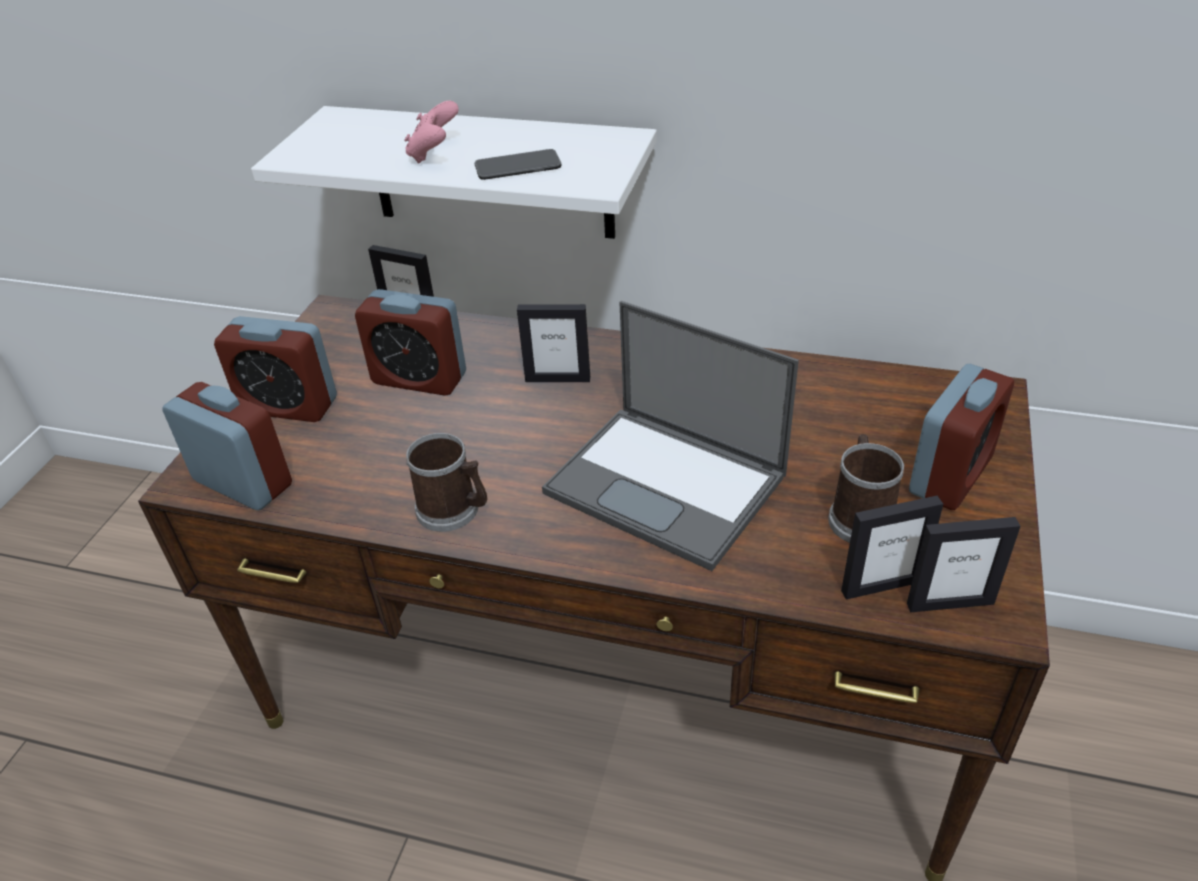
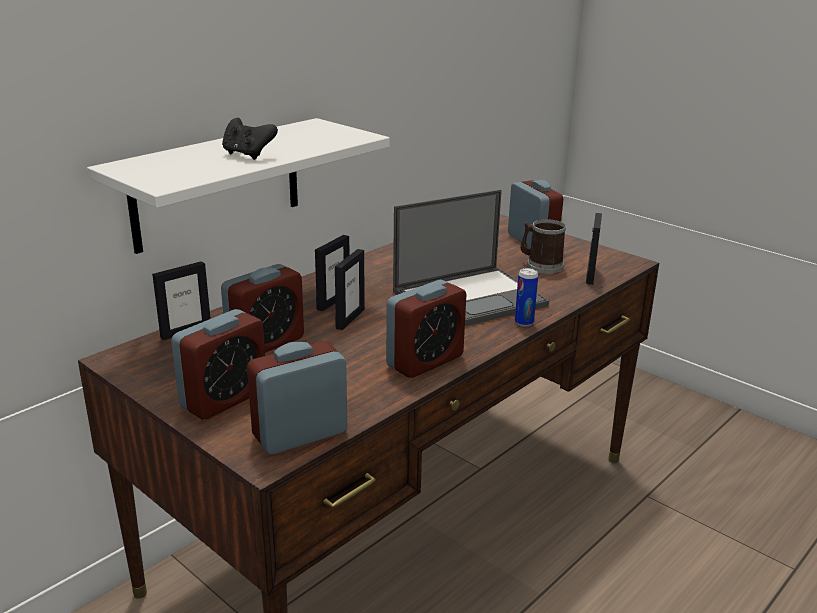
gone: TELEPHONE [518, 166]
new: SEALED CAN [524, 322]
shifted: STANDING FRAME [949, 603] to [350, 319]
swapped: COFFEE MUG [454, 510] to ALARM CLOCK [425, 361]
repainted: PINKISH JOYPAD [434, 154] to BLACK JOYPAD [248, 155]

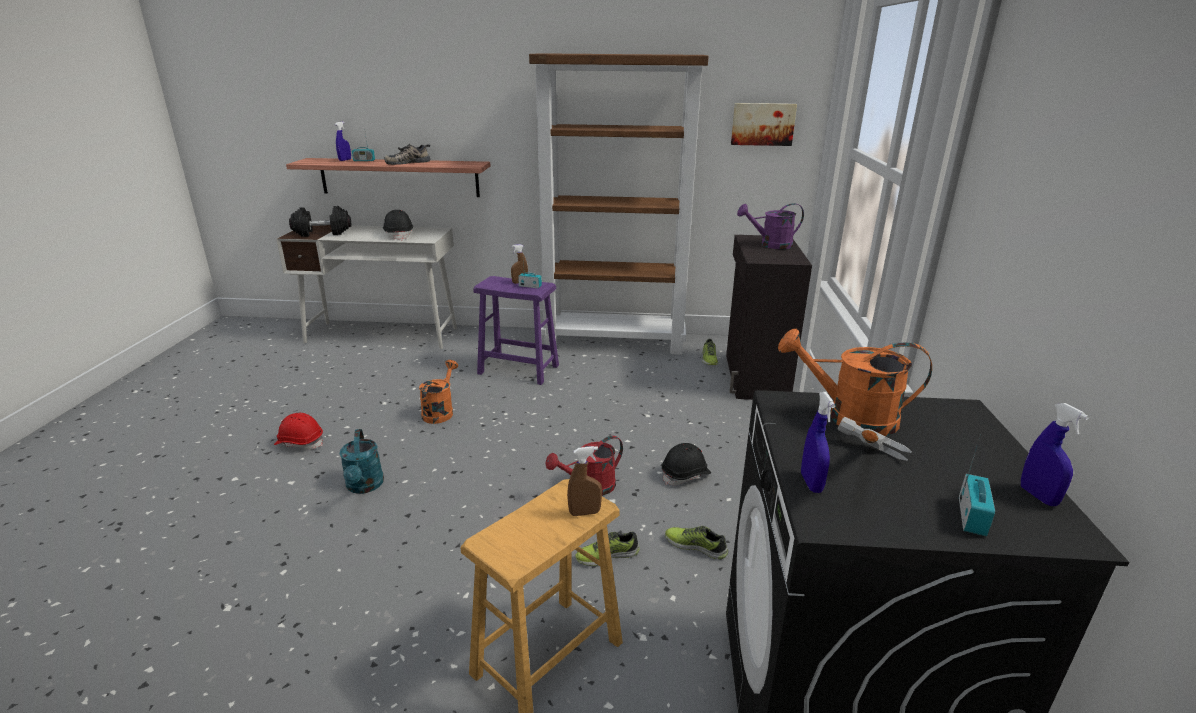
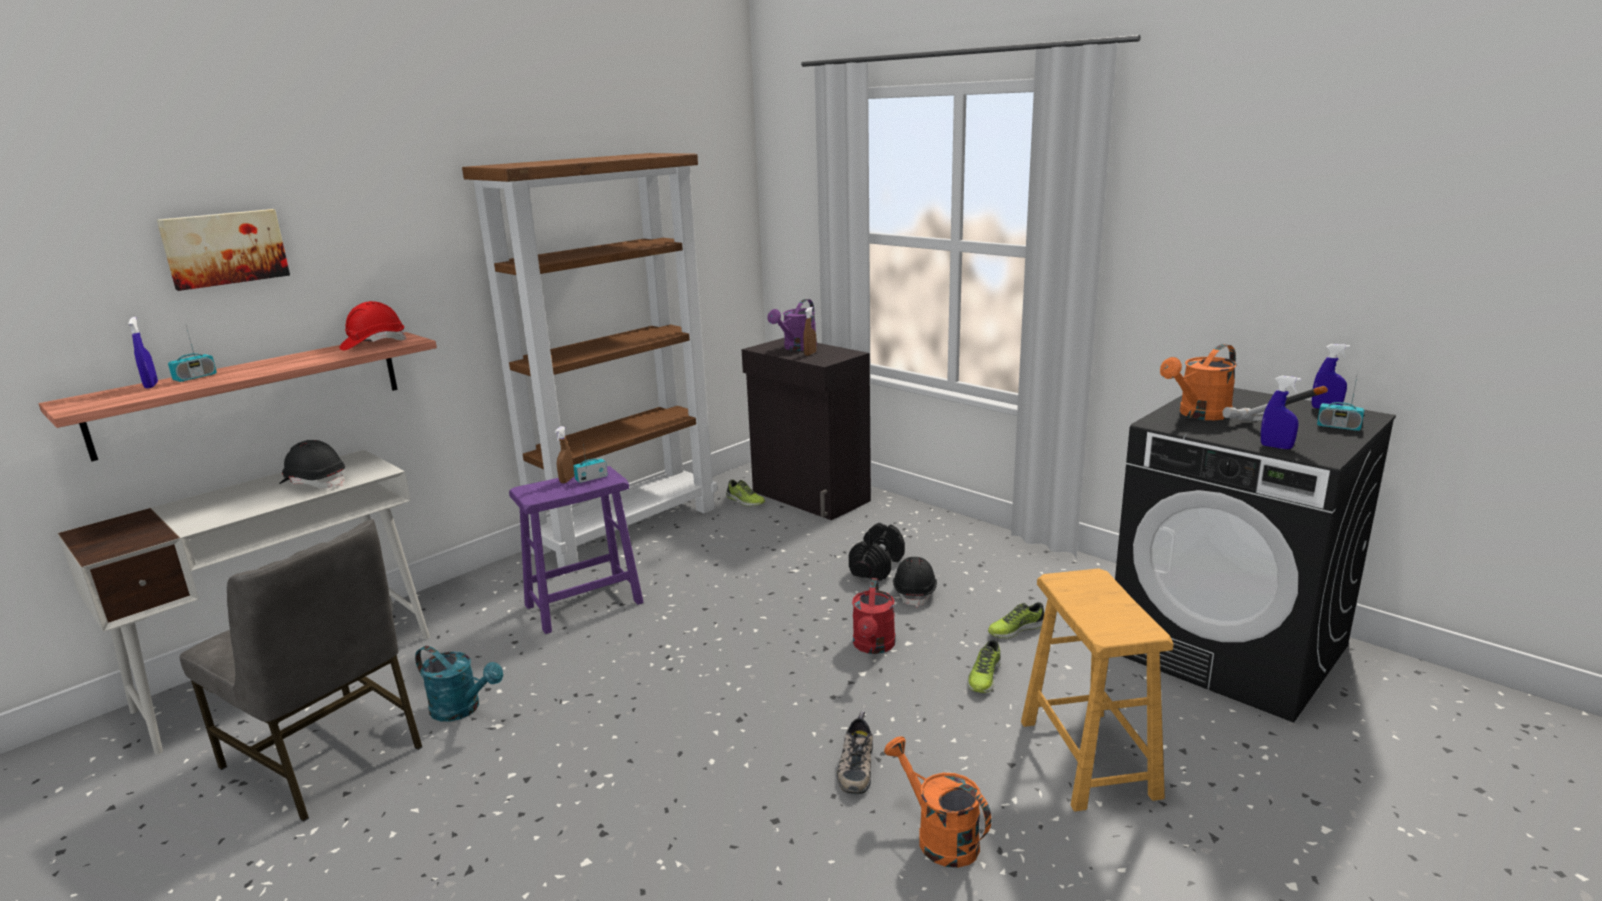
new: GRAY UPRIGHT CHAIR [326, 757]
shifted: REDDISH HARD HAT [300, 442] to [373, 344]; BLACK FREE WEIGHT [322, 233] to [877, 566]; TURQUOISE-COLOURED SPRINKLING CAN [364, 487] to [462, 709]; ITEM OF FOOTWEAR [408, 162] to [855, 765]; ORANGE-COLOURED SPRINKLING CAN [440, 411] to [939, 836]; BROWN HAND SPRAYER [584, 513] to [810, 354]; WALL PICTURE [762, 124] to [224, 248]
rotated: RADIO RECEIVER [972, 517] = [1338, 427] 150 degrees clockwise

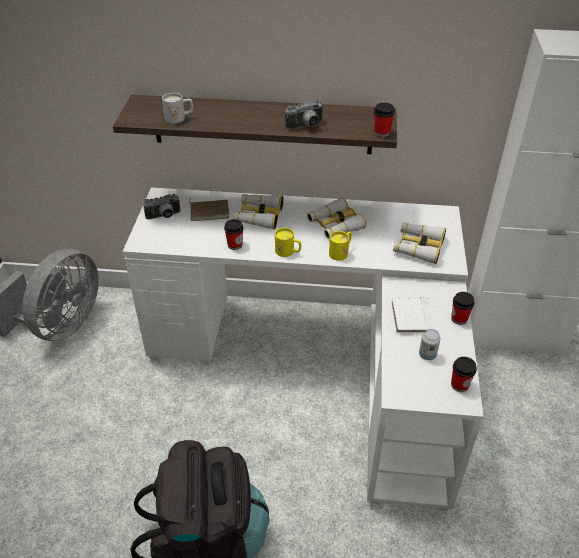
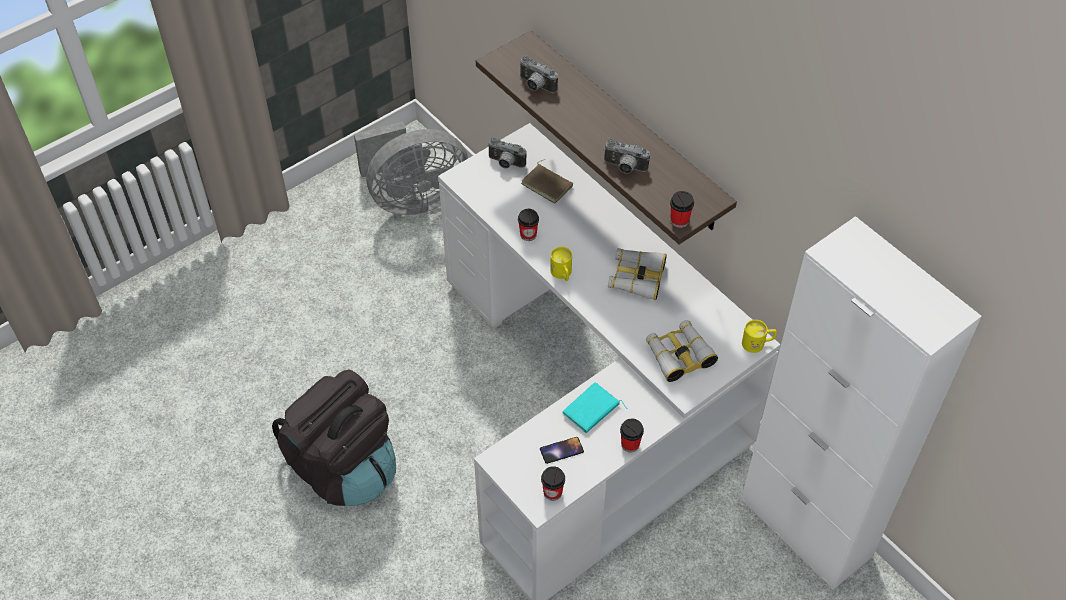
gone: FIELD GLASSES [259, 216]
shifted: YELLOW COFFEE MUG [341, 252] to [758, 343]
swapped: WHITE-COLOURED COFFEE MUG [179, 118] to STILL CAMERA [535, 86]; SEALED CAN [427, 355] to TELEPHONE [561, 450]
repainted: WHITE-COLOURED BOUND BOOK [410, 317] to TURQUOISE-COLOURED BOUND BOOK [592, 410]

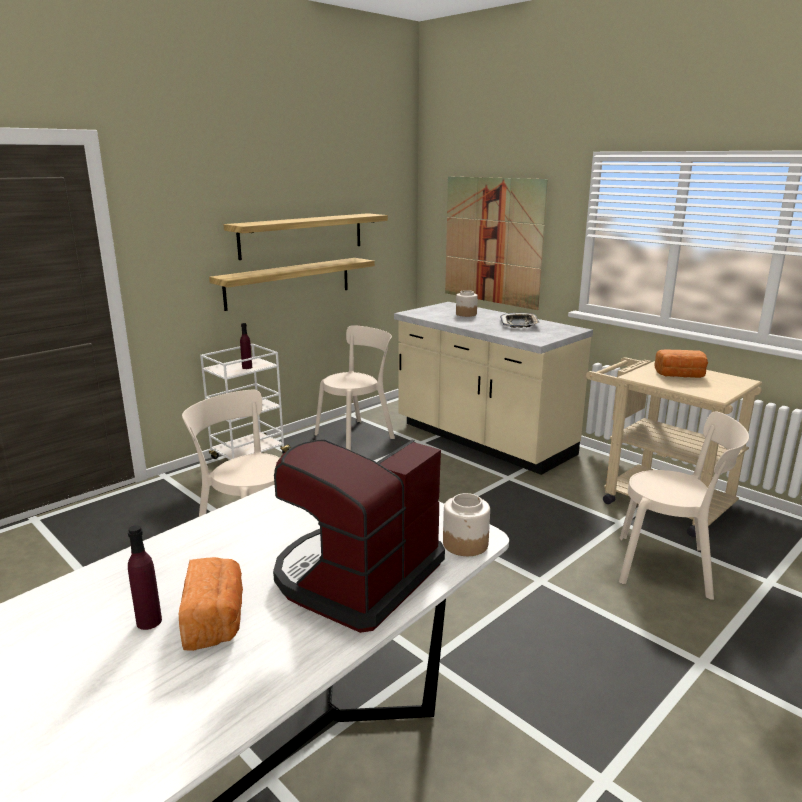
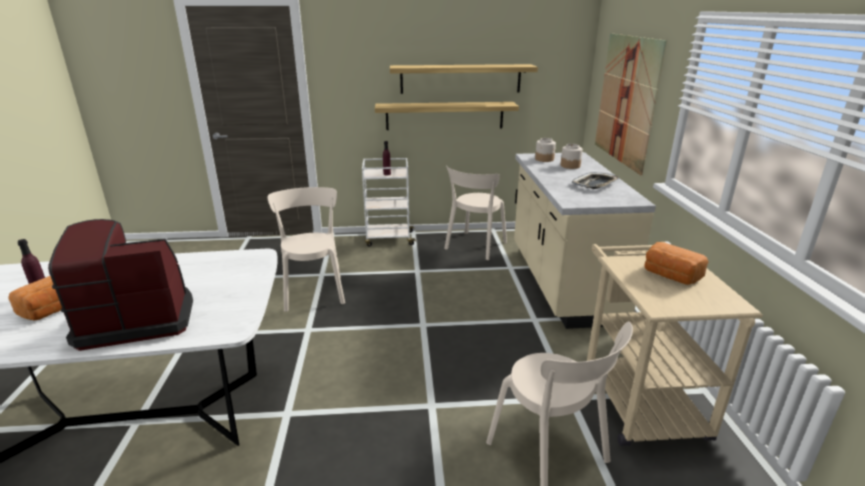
shifted: PRESERVE JAR [466, 544] to [544, 159]
rotated: BEIGE UPRIGHT CHAIR [357, 435] = [474, 247] 120 degrees clockwise

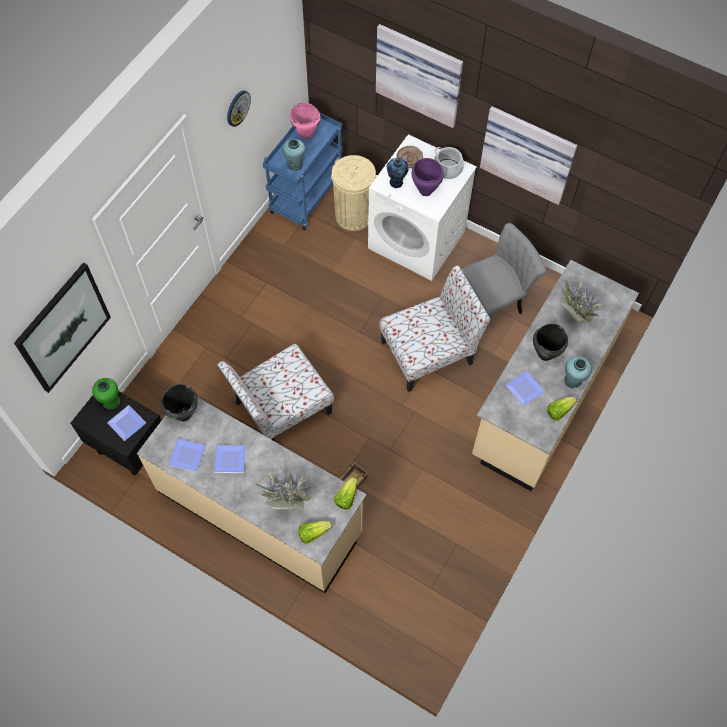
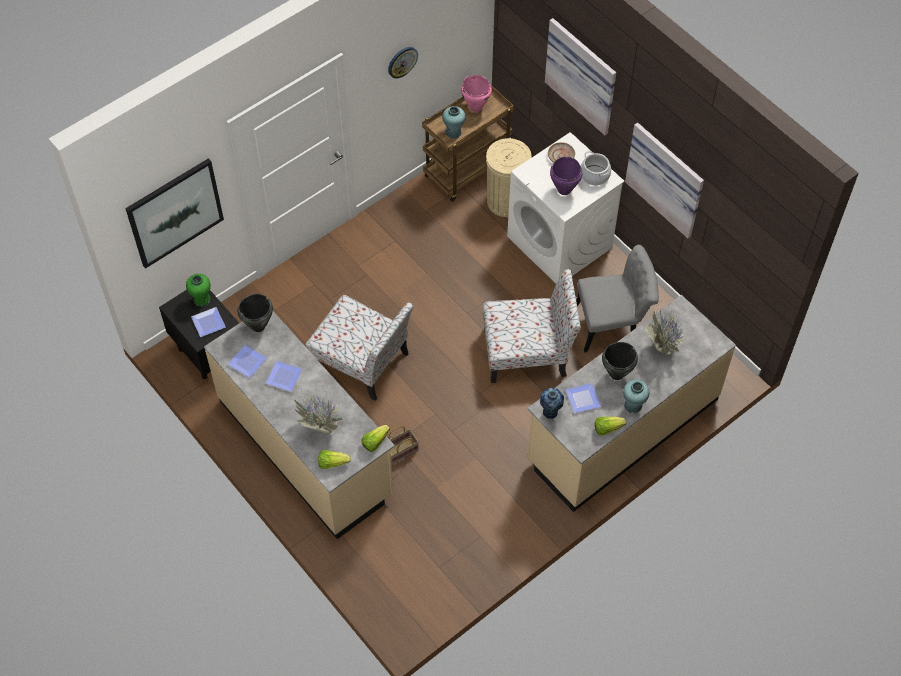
shifted: VASE [396, 183] to [550, 413]
repainted: BLUISH CART [306, 195] to BROWN CART [467, 169]
rotated: UPRIGHT CHAIR [281, 409] = [362, 361] 135 degrees counterclockwise

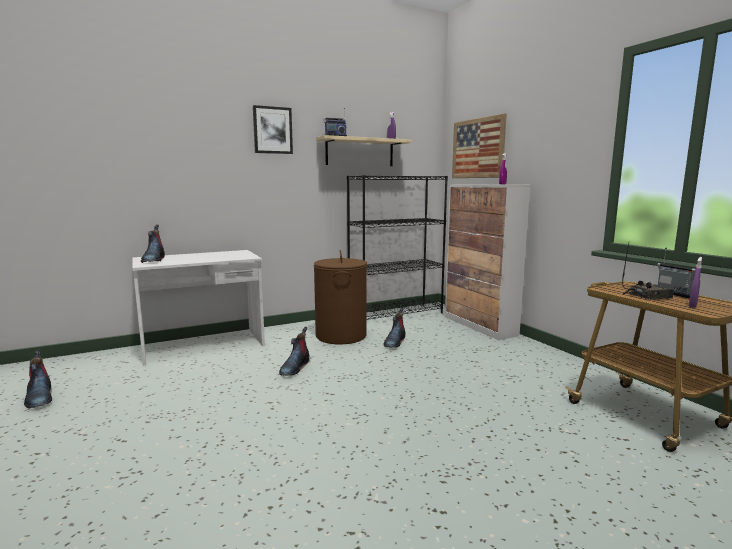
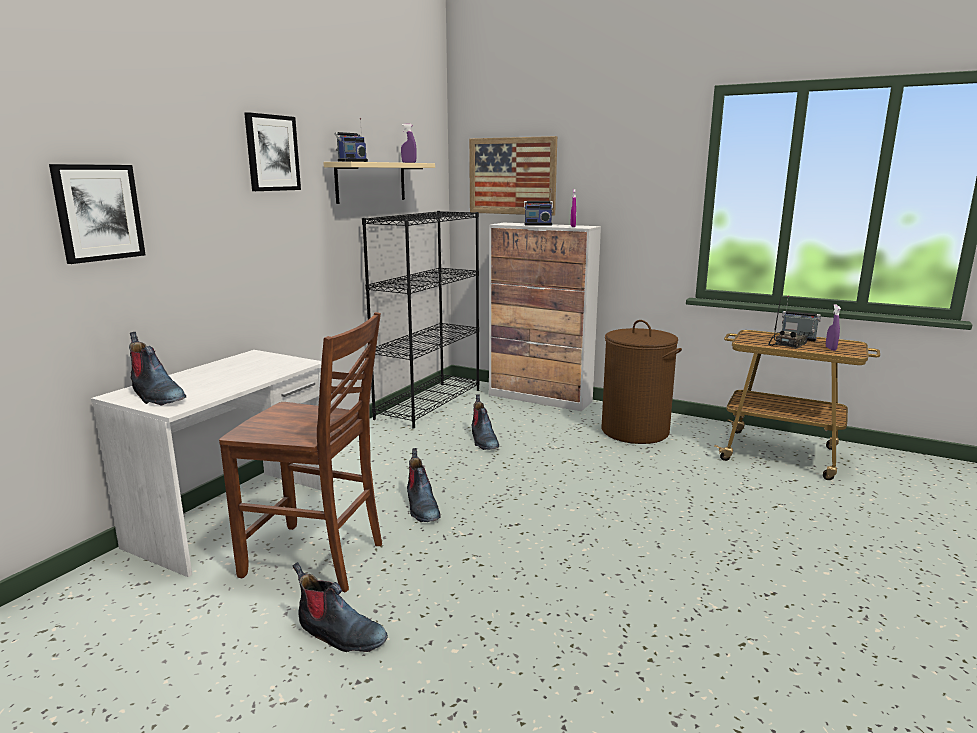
new: WALL PICTURE [98, 212]; BROWN UPRIGHT CHAIR [316, 559]; RADIO RECEIVER [538, 224]
shifted: HIGH-TOP BOOT [39, 397] to [339, 634]; BROWN HAMPER [341, 336] to [635, 431]

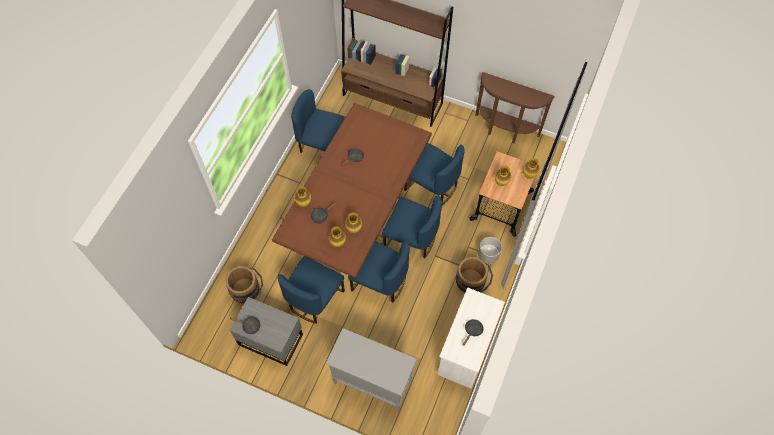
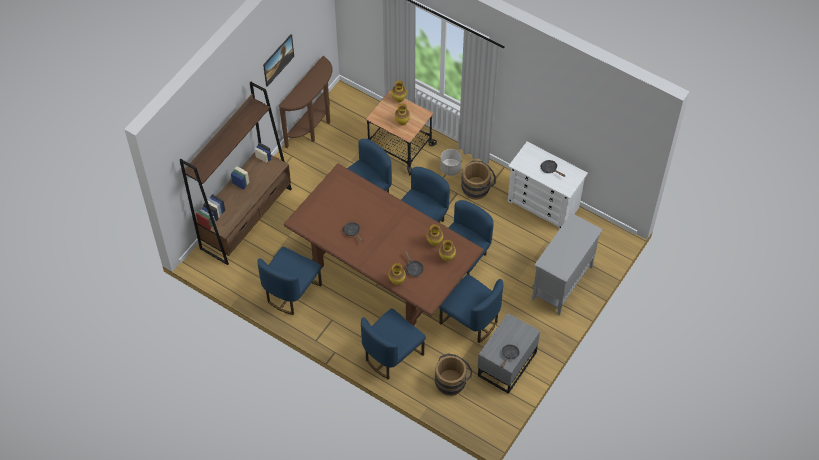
new: WALL PICTURE [279, 65]; BLUISH UPRIGHT CHAIR [392, 355]

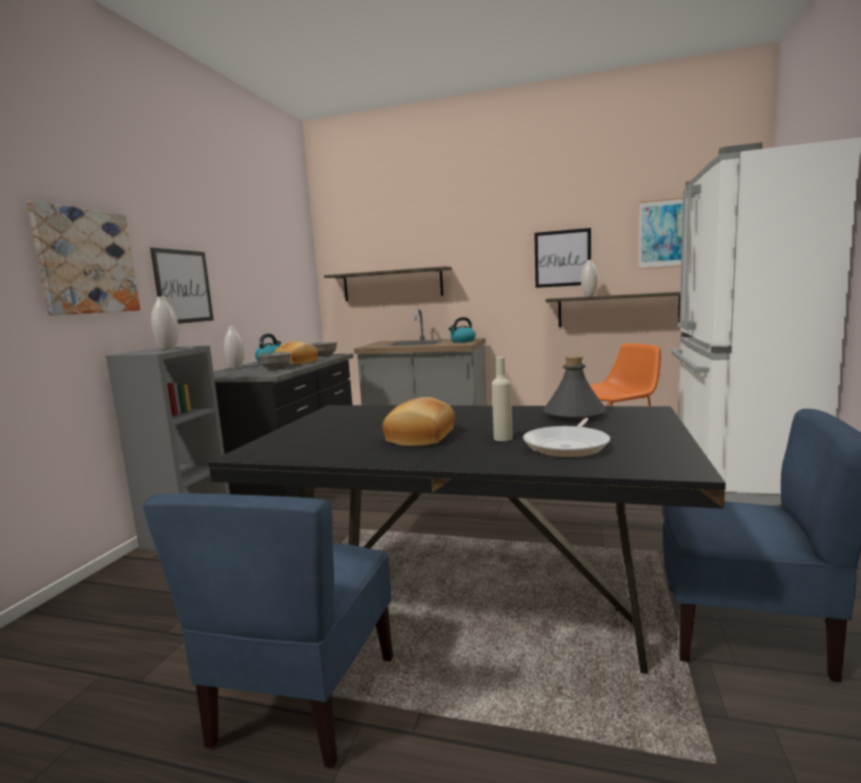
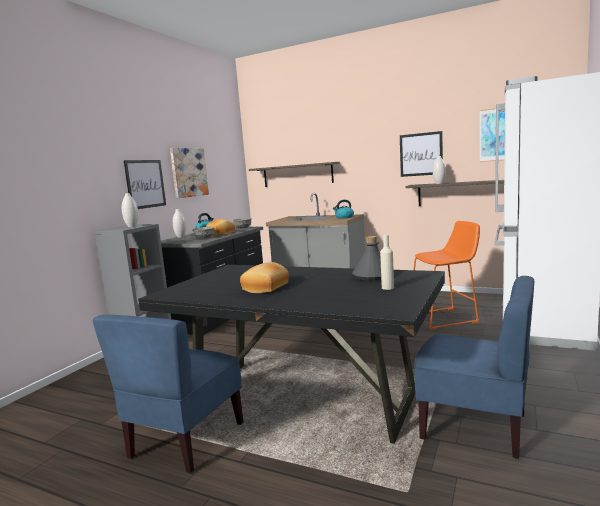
gone: SKILLET [568, 446]
shifted: WALL PICTURE [86, 261] to [188, 172]; BEIGE DRINK BOTTLE [503, 438] to [387, 288]

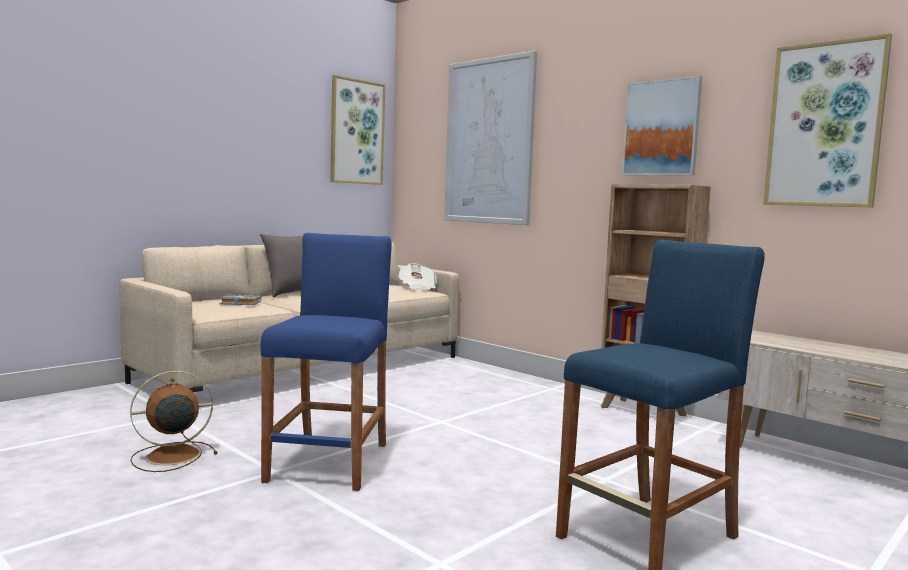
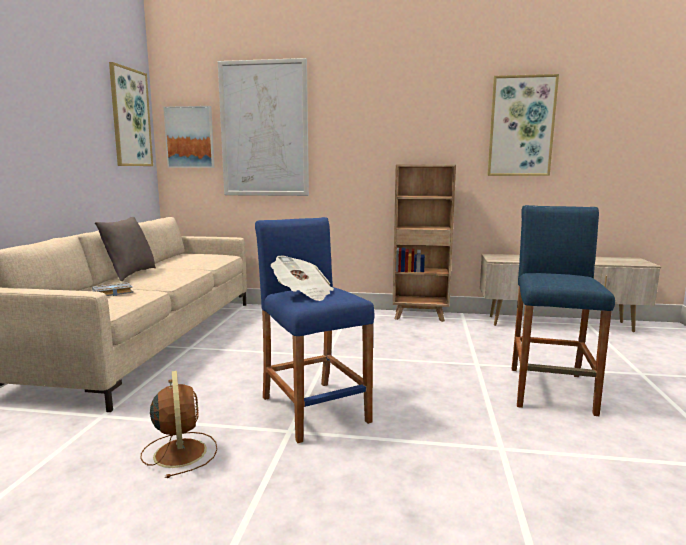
shifted: NEWSPAPER [417, 288] to [303, 294]; WALL PICTURE [661, 128] to [190, 137]
rotated: BROWN ELECTRIC FAN [170, 456] = [180, 452] 135 degrees clockwise

